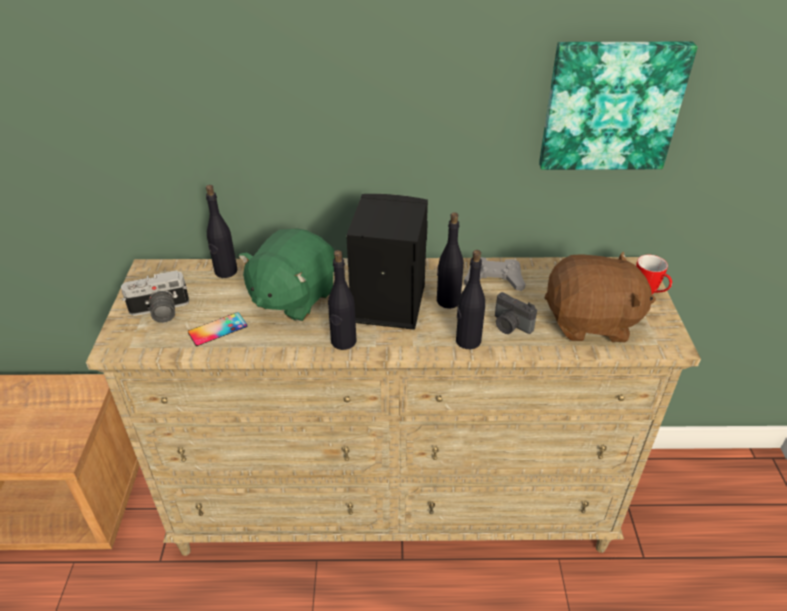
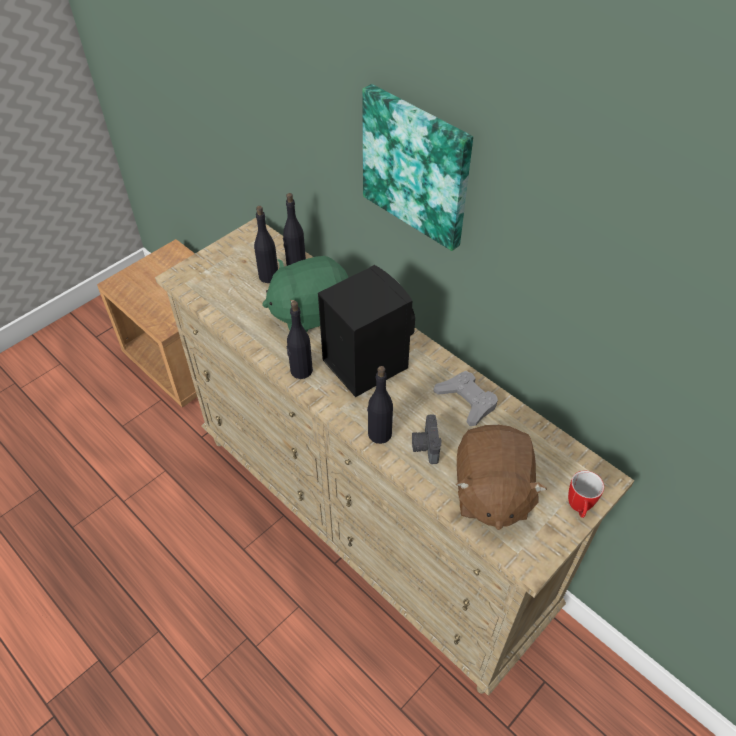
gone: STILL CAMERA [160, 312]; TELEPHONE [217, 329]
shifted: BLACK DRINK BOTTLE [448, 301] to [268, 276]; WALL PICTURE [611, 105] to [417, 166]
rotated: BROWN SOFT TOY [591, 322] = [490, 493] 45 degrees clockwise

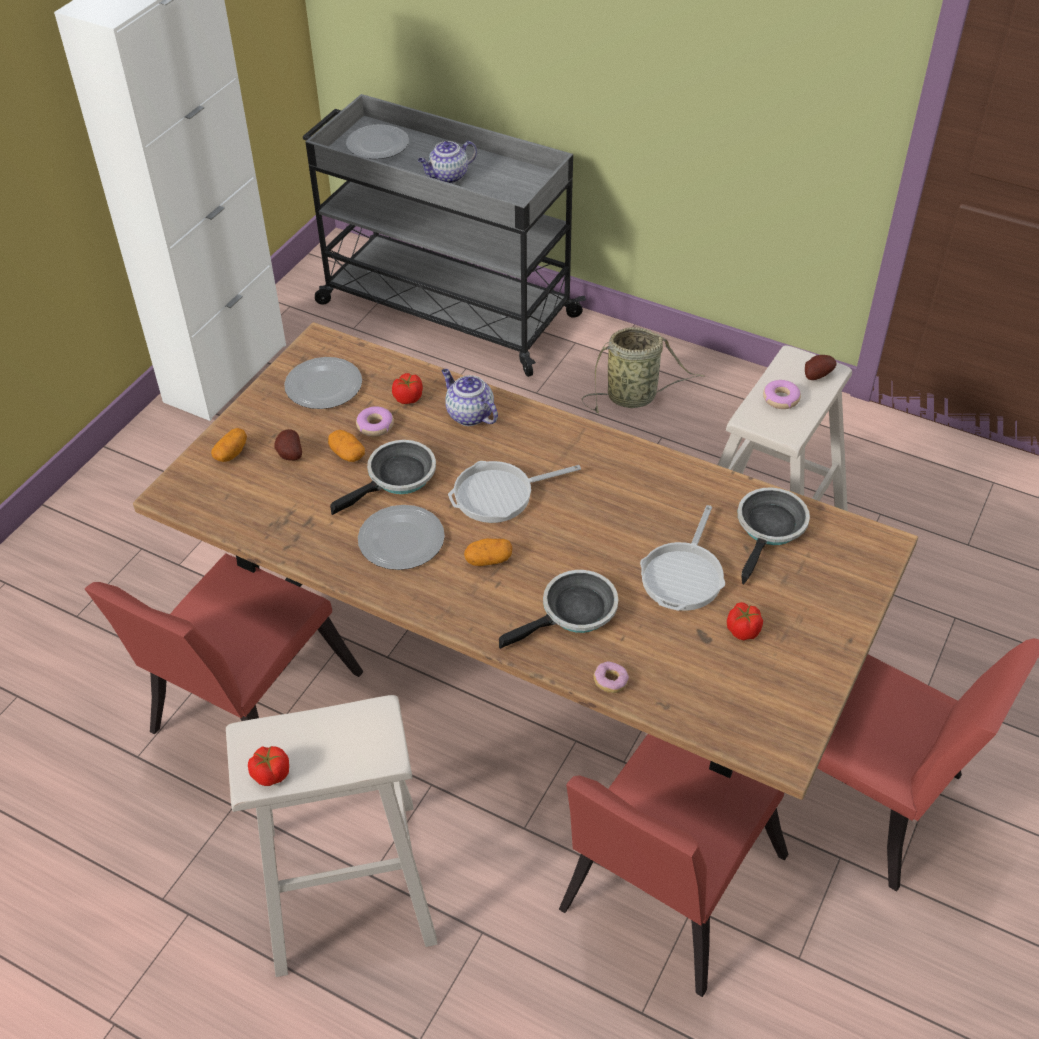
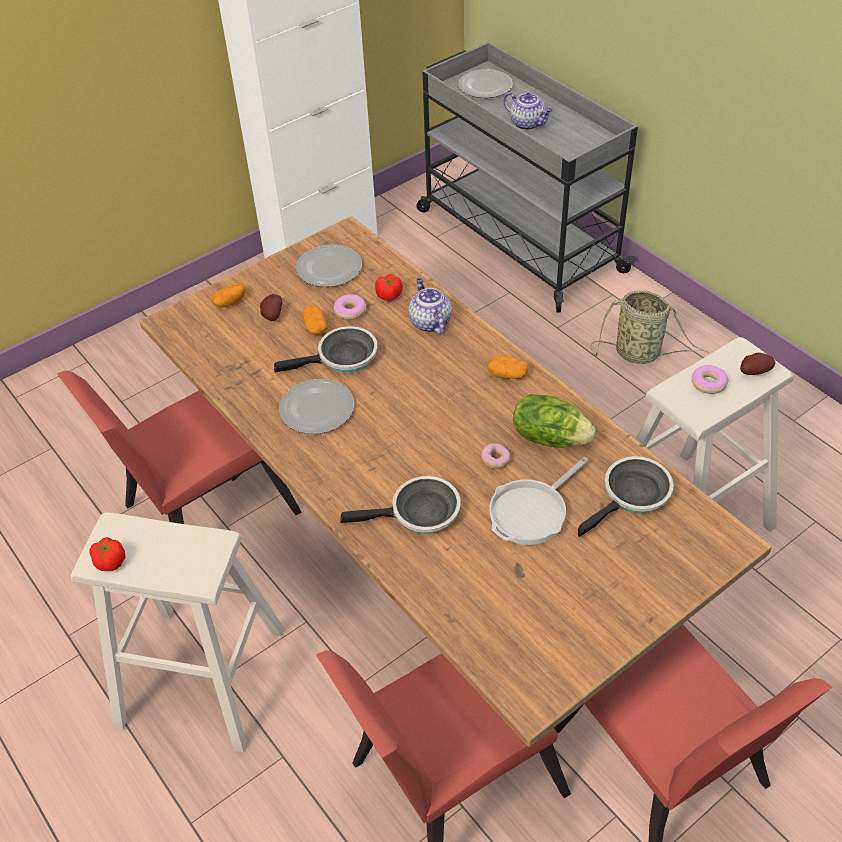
gone: SKILLET [499, 495]; TOMATO [743, 630]
new: LETTUCE HEAD [550, 437]
shifted: SPUD [488, 560] to [507, 375]; RING DOUGHNUT [610, 682] to [495, 460]
rotated: TEAPOT [448, 176] = [528, 124] 135 degrees counterclockwise

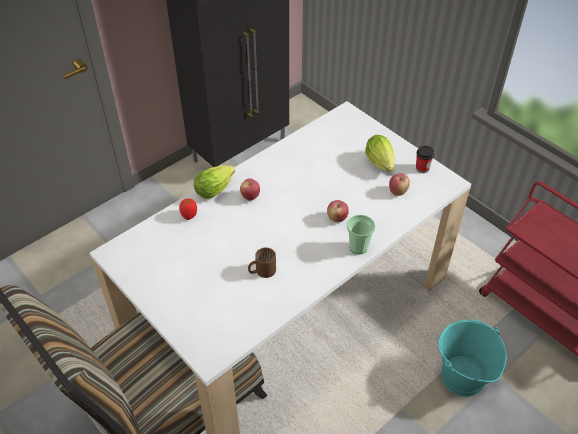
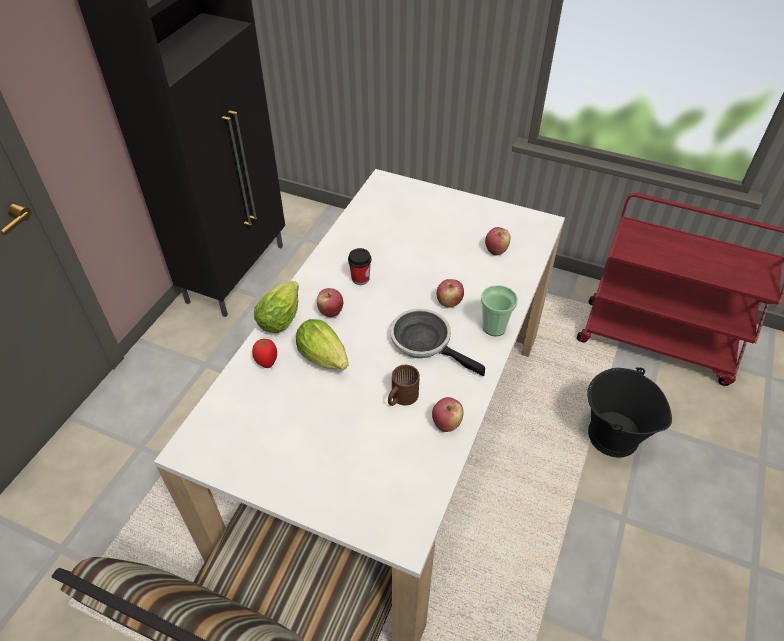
new: SKILLET [425, 342]; WHOLE APPLE [446, 424]
shifted: LETTUCE HEAD [381, 164] to [325, 359]; SMALL CUP [422, 168] to [360, 279]
repainted: TURQUOISE-COLOURED PAIL [462, 377] to BLACK PAIL [612, 436]

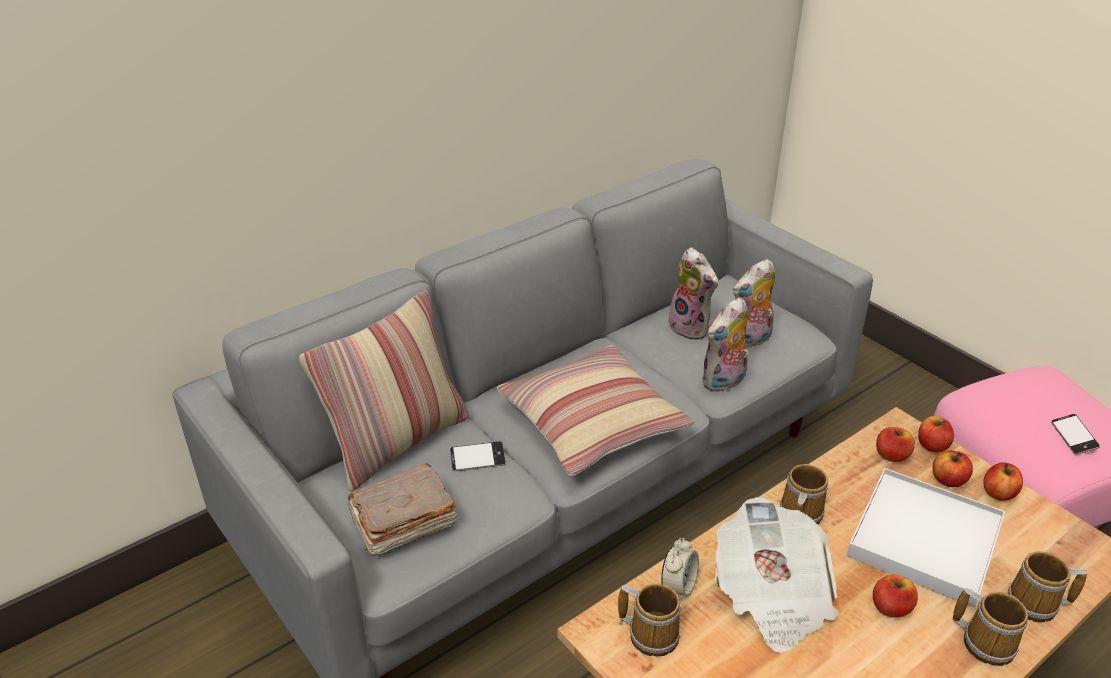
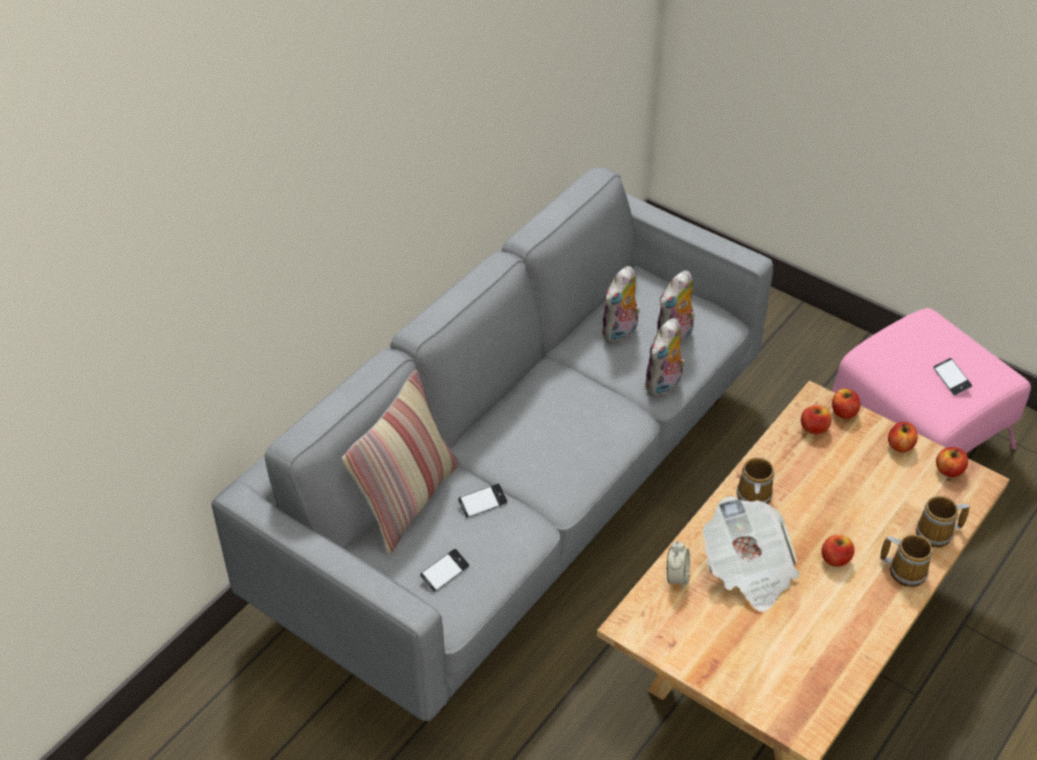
gone: THROW PILLOW [592, 422]; COFFEE MUG [651, 633]; WHITE-COLOURED TRAY [924, 540]
shifted: WHOLE APPLE [948, 480] to [949, 470]
swapped: BROWN BOUND BOOK [402, 523] to TELEPHONE [444, 573]
rotated: SOFT TOY [691, 328] = [620, 333] 90 degrees clockwise

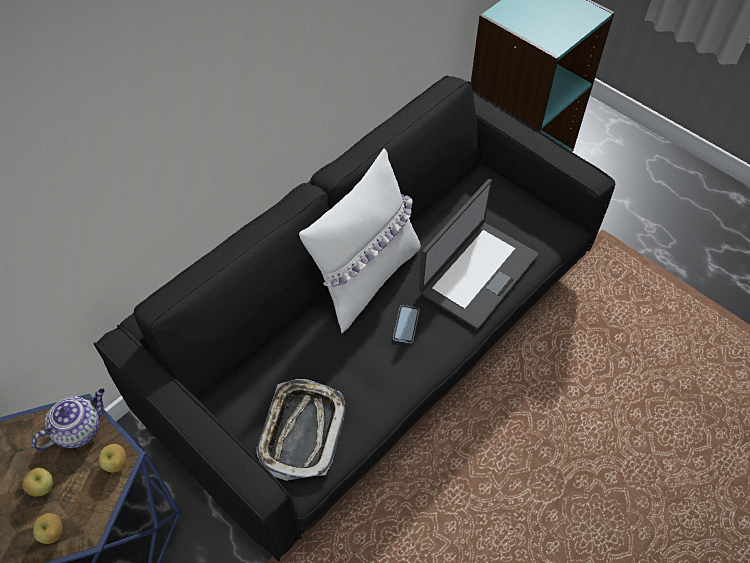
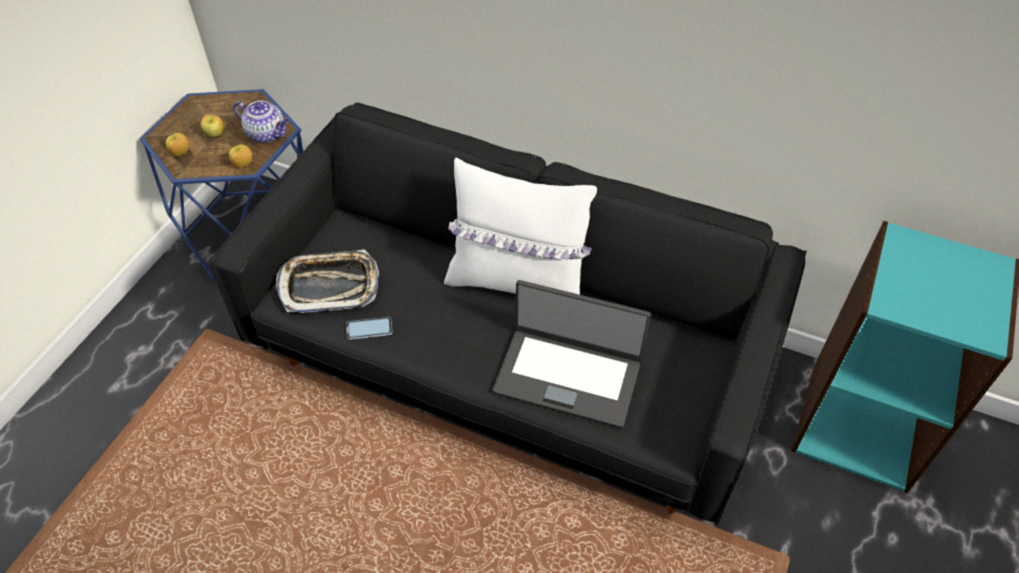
shifted: TELEPHONE [406, 324] to [369, 329]

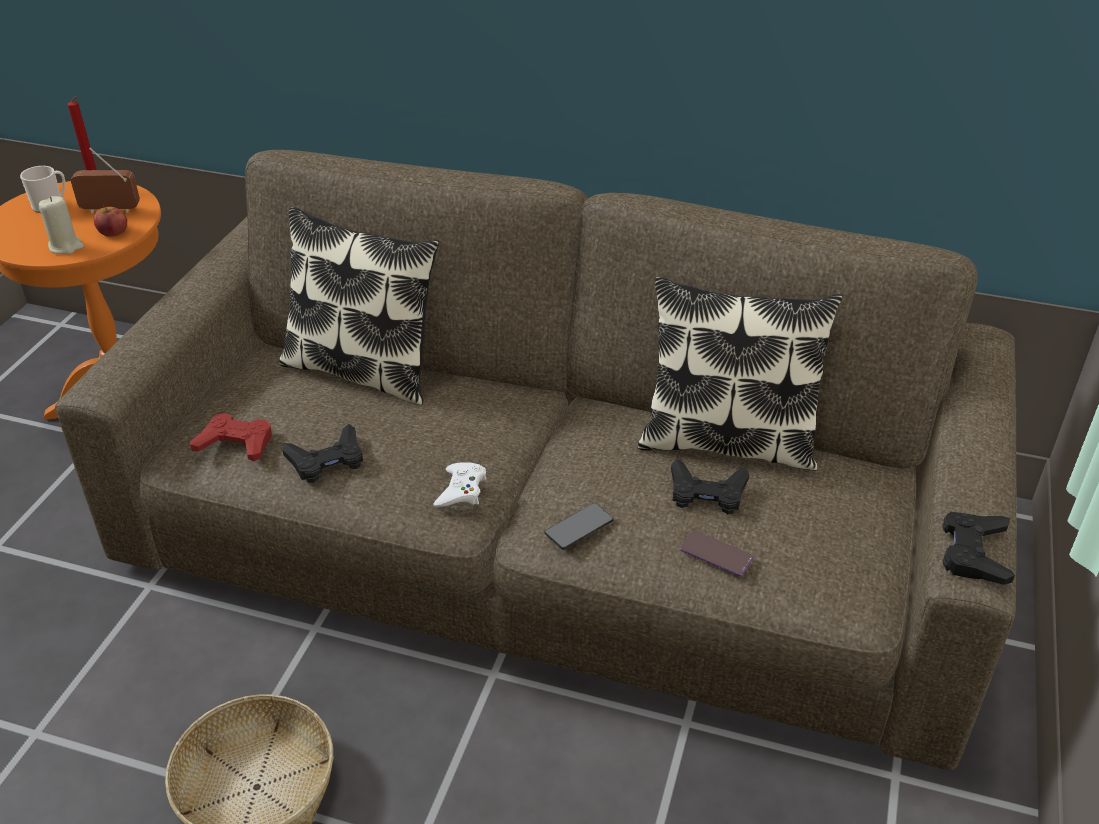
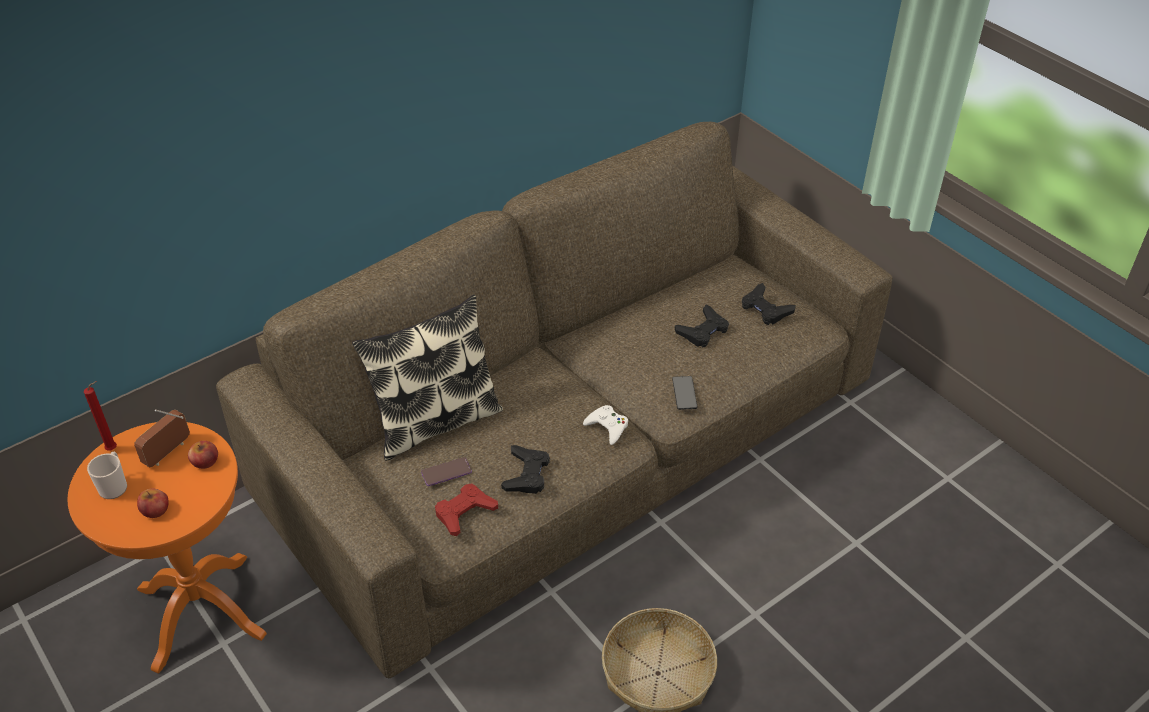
gone: BEIGE WAX LIGHT [66, 246]; THROW PILLOW [727, 441]
new: WHOLE APPLE [155, 510]
shifted: TELEPHONE [716, 554] to [446, 472]; BLACK JOYPAD [974, 552] to [765, 309]

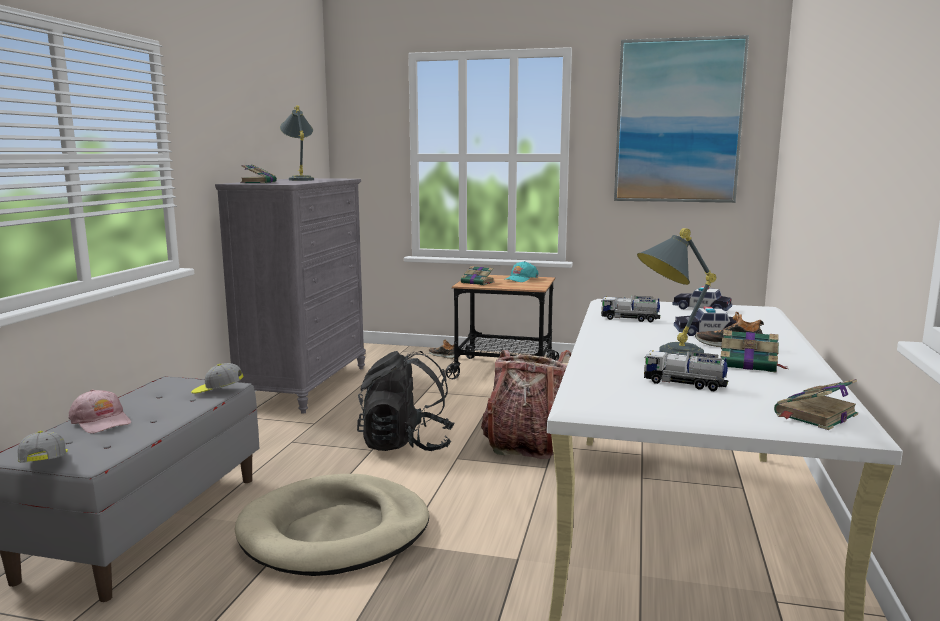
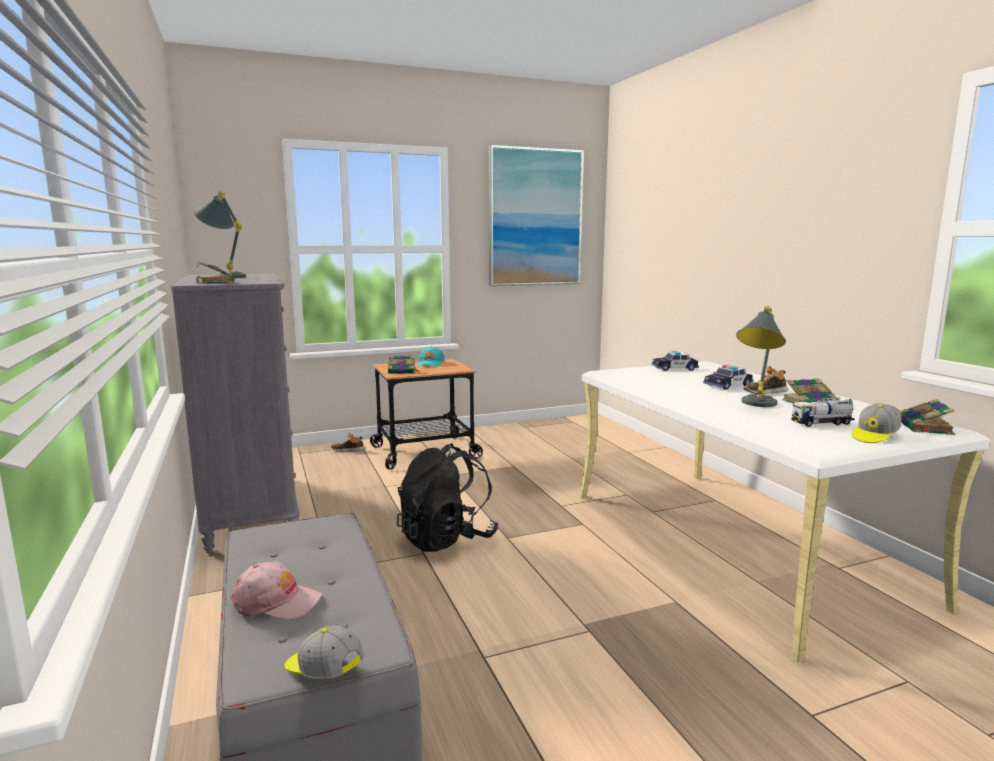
gone: BEIGE DOG BED [335, 531]; RUCKSACK [526, 445]; TOY LORRY [630, 319]
shifted: BASEBALL CAP [217, 390] to [874, 436]

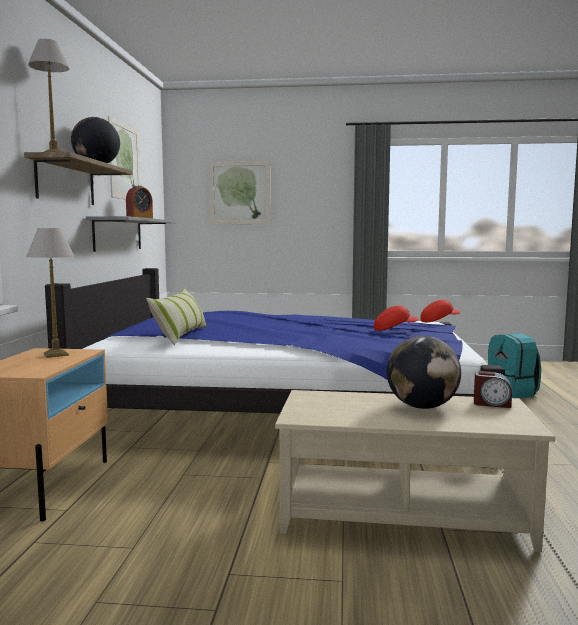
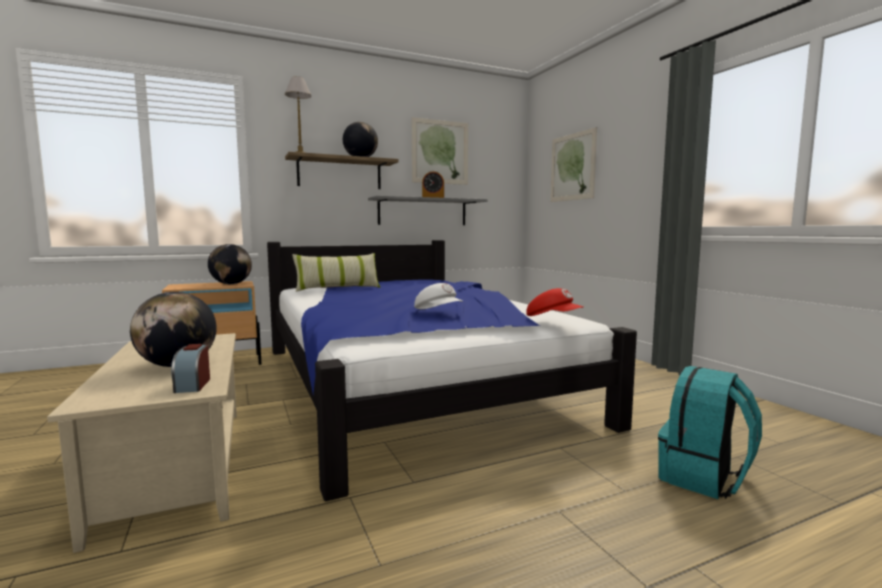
swapped: LAMP FOR A TABLE [56, 354] to DESK GLOBE [231, 284]
repainted: REDDISH BASEBALL CAP [394, 329] to WHITE-COLOURED BASEBALL CAP [438, 311]

